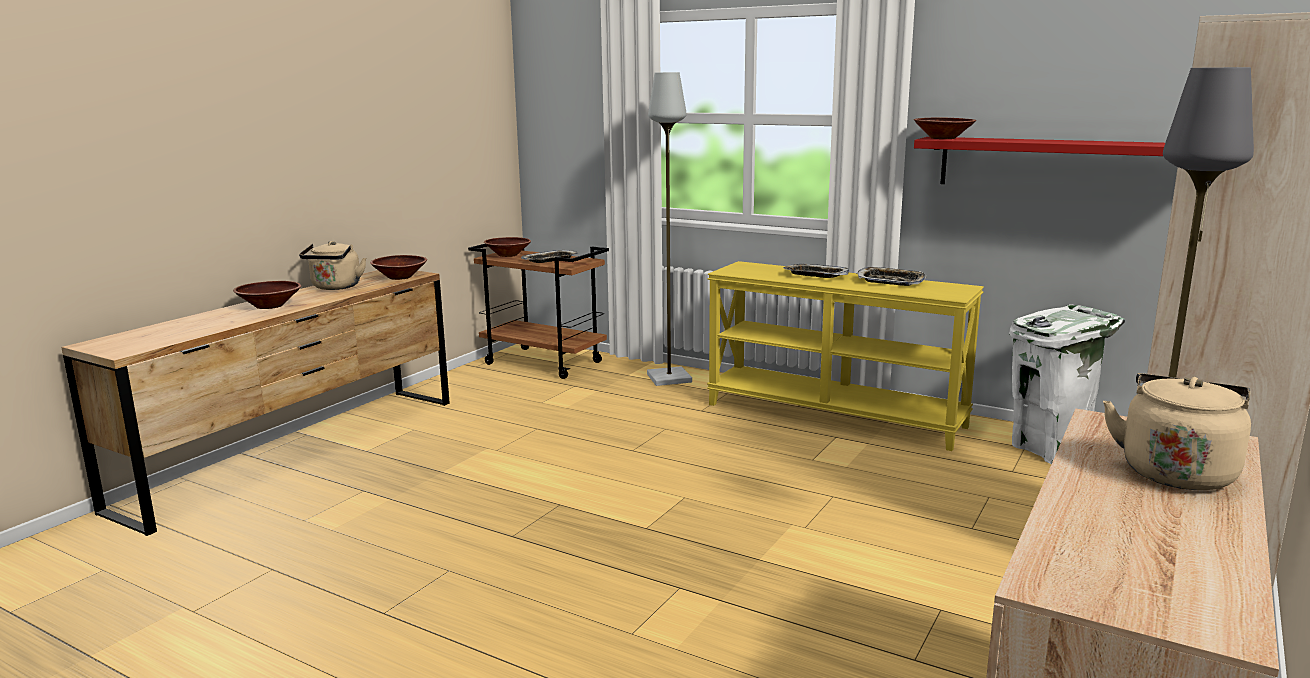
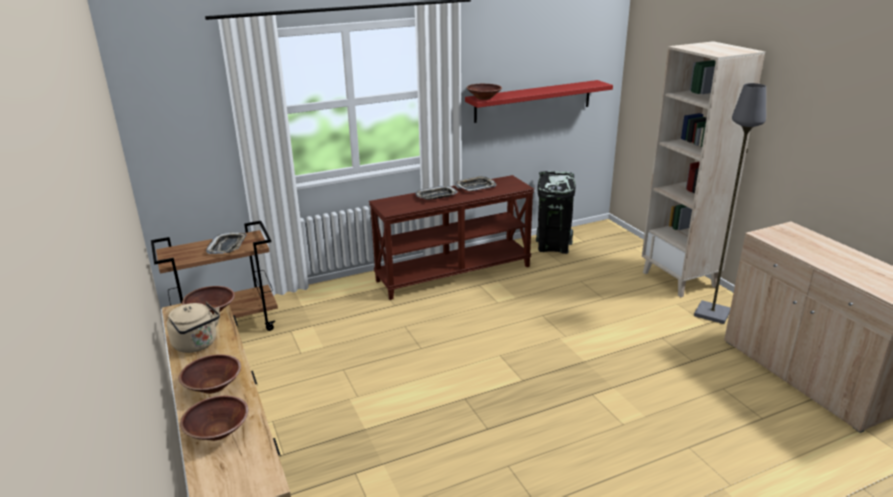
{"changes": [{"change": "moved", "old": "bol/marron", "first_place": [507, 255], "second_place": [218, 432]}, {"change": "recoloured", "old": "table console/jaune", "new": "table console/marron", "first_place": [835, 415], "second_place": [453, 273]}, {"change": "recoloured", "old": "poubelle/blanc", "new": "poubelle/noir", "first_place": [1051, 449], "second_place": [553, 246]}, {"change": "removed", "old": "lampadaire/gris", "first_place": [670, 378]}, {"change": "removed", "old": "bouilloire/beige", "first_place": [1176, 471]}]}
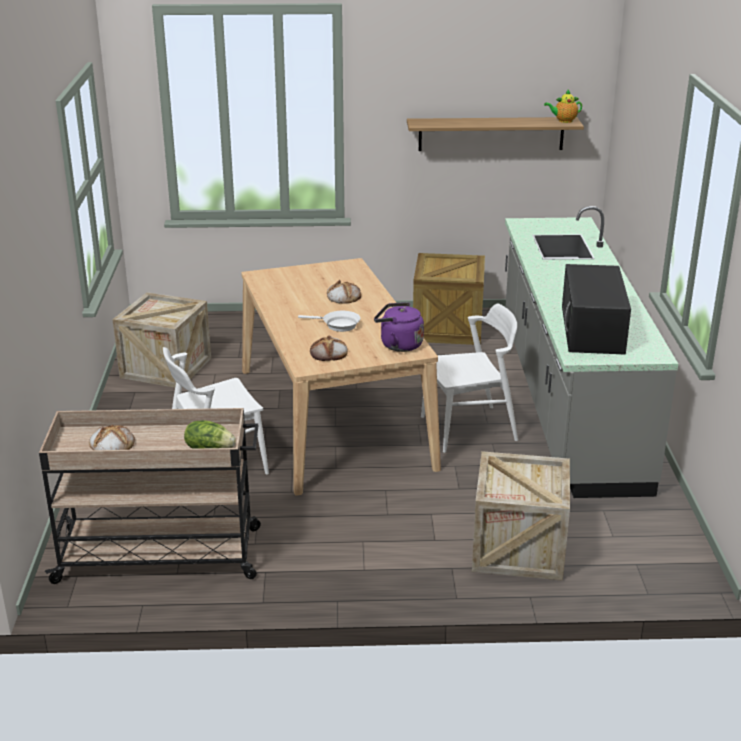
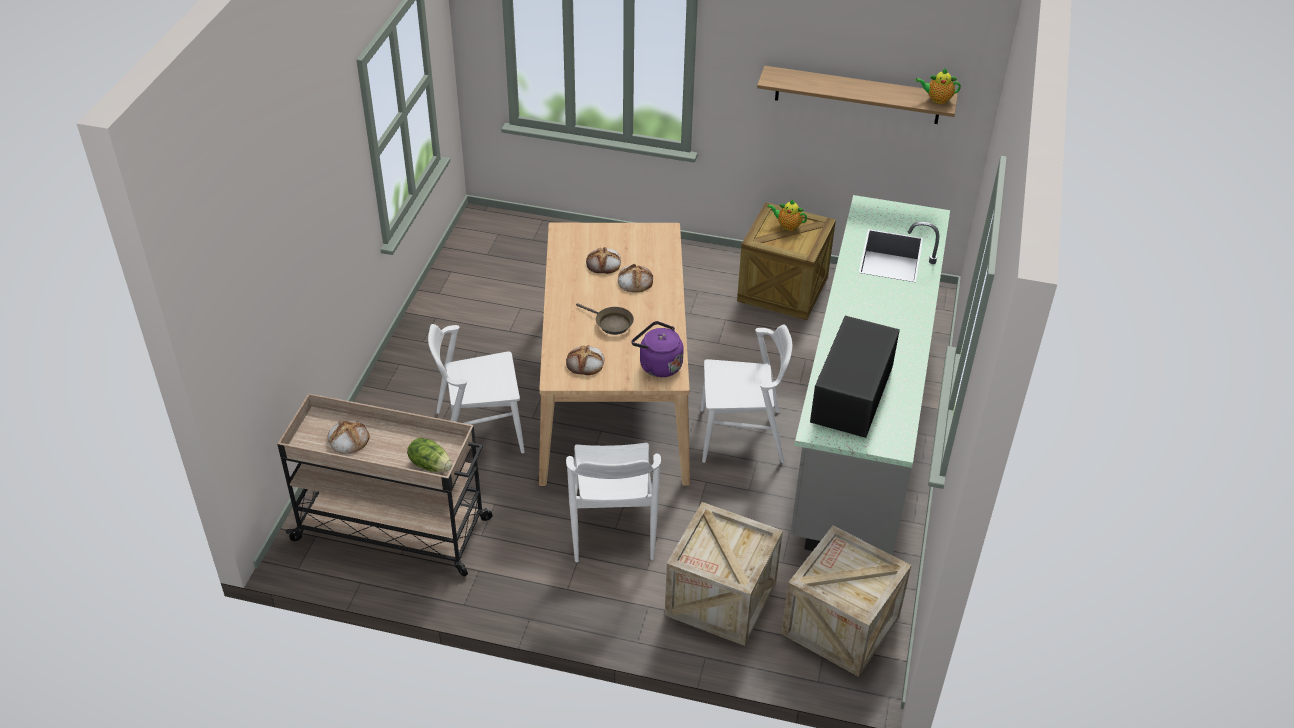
{"changes": [{"change": "added", "new": "chaise/blanc", "second_place": [612, 527]}, {"change": "recoloured", "old": "poêle/blanc", "new": "poêle/marron", "first_place": [338, 325], "second_place": [611, 323]}, {"change": "added", "new": "pain", "second_place": [604, 263]}, {"change": "added", "new": "théière", "second_place": [787, 226]}, {"change": "moved", "old": "caisse", "first_place": [166, 368], "second_place": [840, 625]}]}
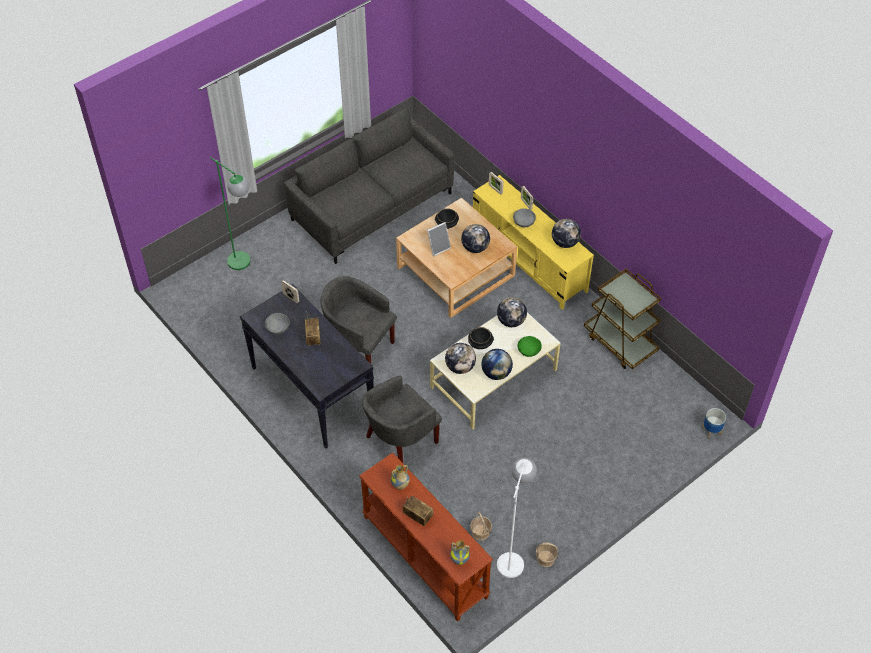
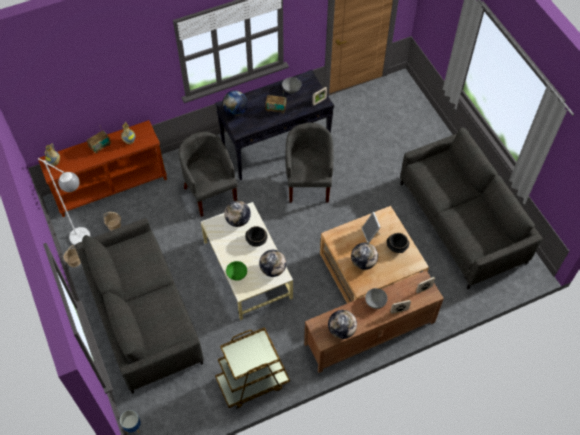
{"changes": [{"change": "added", "new": "canapé/gris", "second_place": [143, 316]}, {"change": "moved", "old": "globe", "first_place": [496, 373], "second_place": [235, 111]}, {"change": "turned", "old": "fauteuil/gris", "first_place": [358, 347], "second_place": [308, 183], "degrees": -45}, {"change": "recoloured", "old": "meuble télé/jaune", "new": "meuble télé/marron", "first_place": [529, 260], "second_place": [369, 333]}, {"change": "removed", "old": "lampadaire/vert", "first_place": [245, 265]}]}
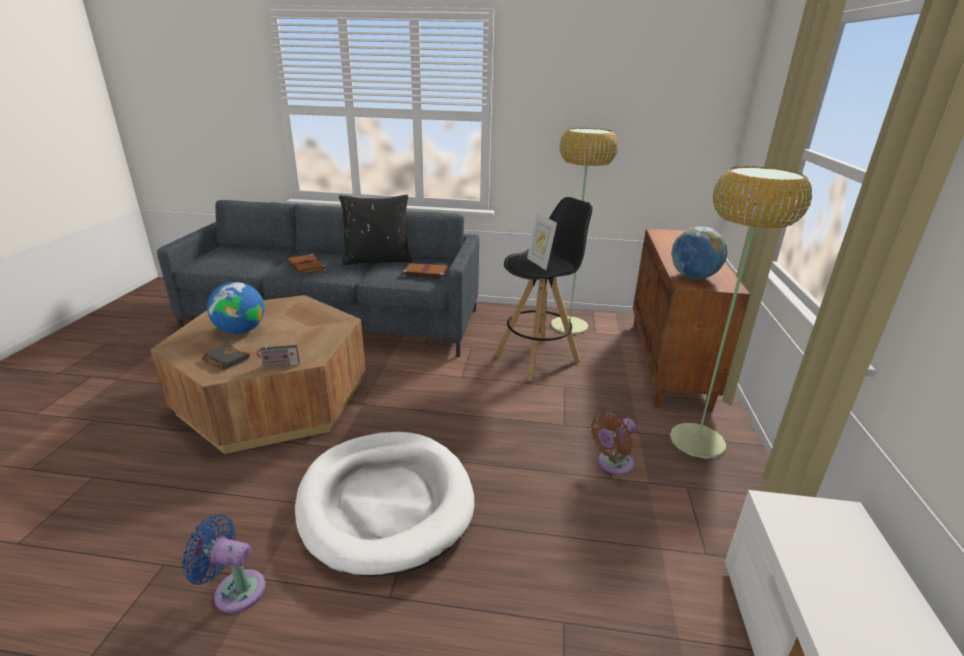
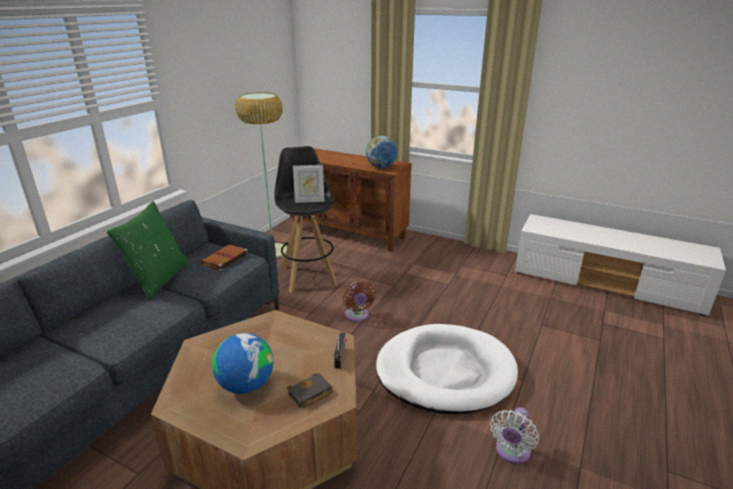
{"changes": [{"change": "recoloured", "old": "coussin/noir", "new": "coussin/vert", "first_place": [378, 260], "second_place": [158, 279]}, {"change": "moved", "old": "ventilateur/marron", "first_place": [612, 464], "second_place": [357, 316]}, {"change": "recoloured", "old": "ventilateur/bleu", "new": "ventilateur/blanc", "first_place": [235, 590], "second_place": [511, 452]}, {"change": "removed", "old": "livre/marron", "first_place": [306, 266]}, {"change": "removed", "old": "lampadaire", "first_place": [697, 441]}]}
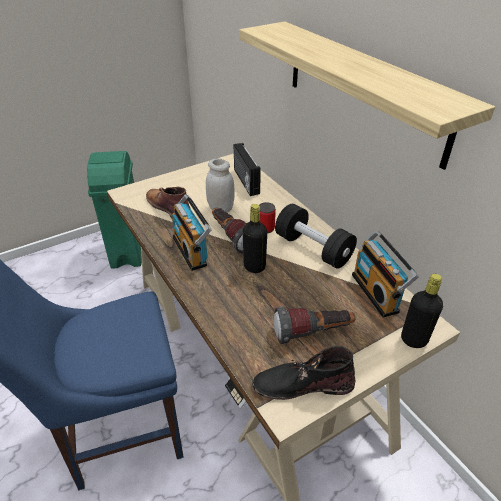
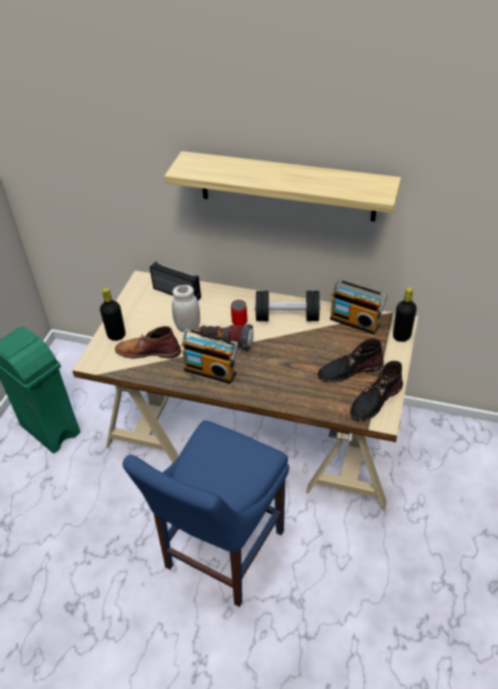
{"changes": [{"change": "moved", "old": "bouteille/noir", "first_place": [254, 267], "second_place": [116, 335]}, {"change": "replaced", "old": "lampe de poche", "new": "botte/noir", "first_place": [313, 333], "second_place": [349, 370]}]}
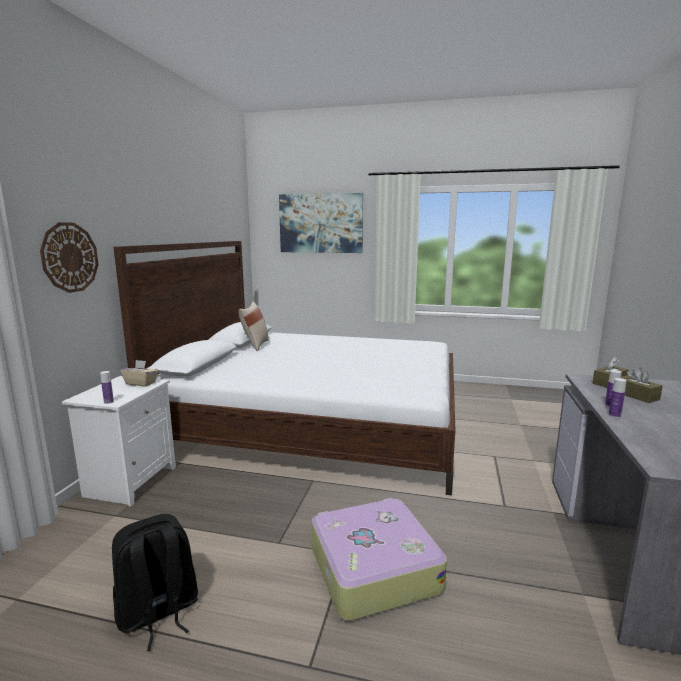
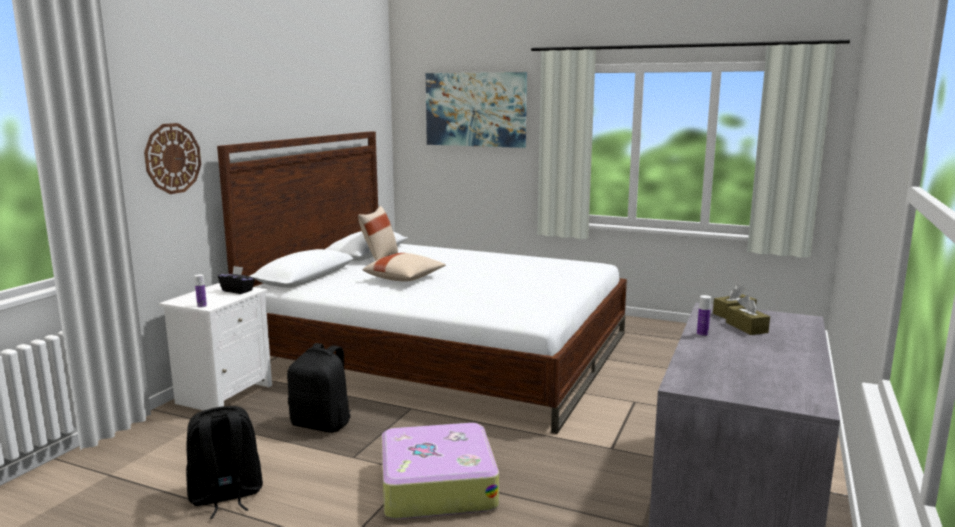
{"changes": [{"change": "recoloured", "old": "boîte à mouchoirs/beige", "new": "boîte à mouchoirs/noir", "first_place": [141, 383], "second_place": [237, 291]}, {"change": "added", "new": "sac à dos/noir", "second_place": [322, 424]}, {"change": "added", "new": "coussin/beige", "second_place": [405, 279]}, {"change": "removed", "old": "bouteille", "first_place": [614, 416]}]}
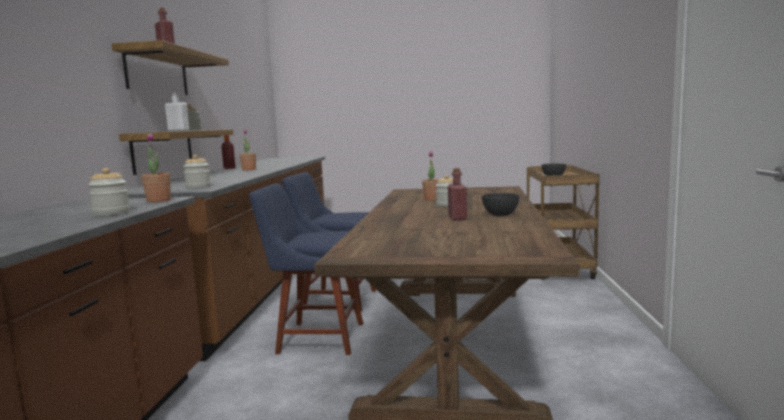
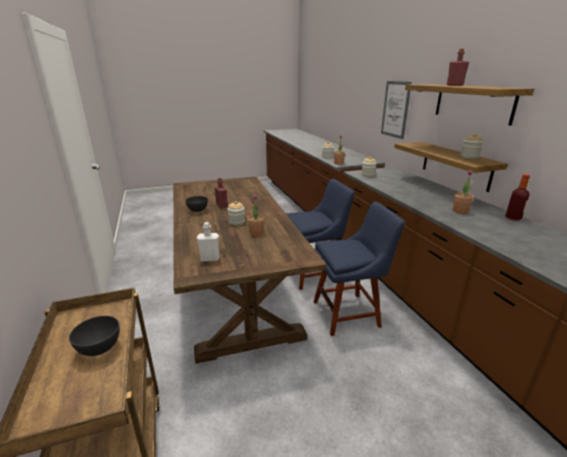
{"changes": [{"change": "moved", "old": "bouteille/blanc", "first_place": [178, 131], "second_place": [210, 259]}, {"change": "added", "new": "tableau", "second_place": [395, 109]}]}
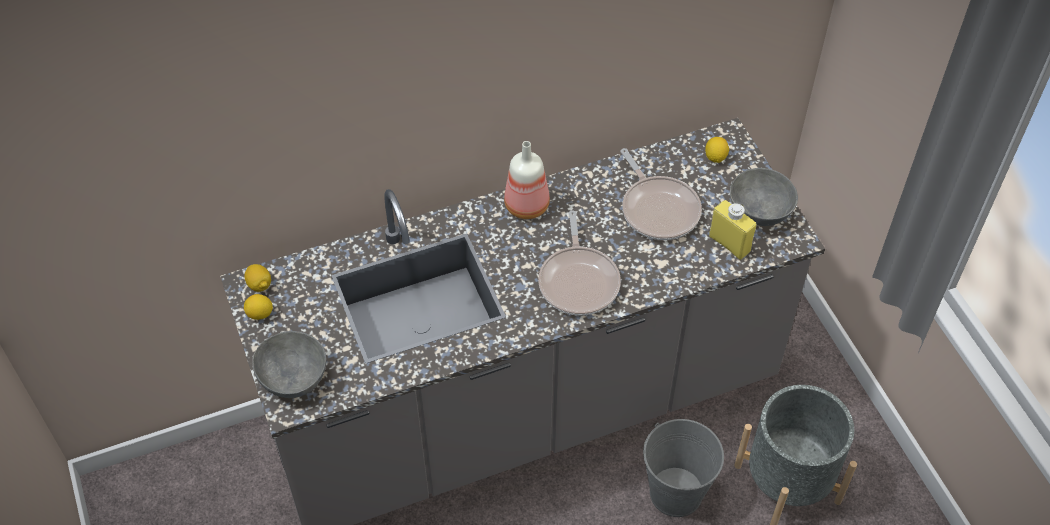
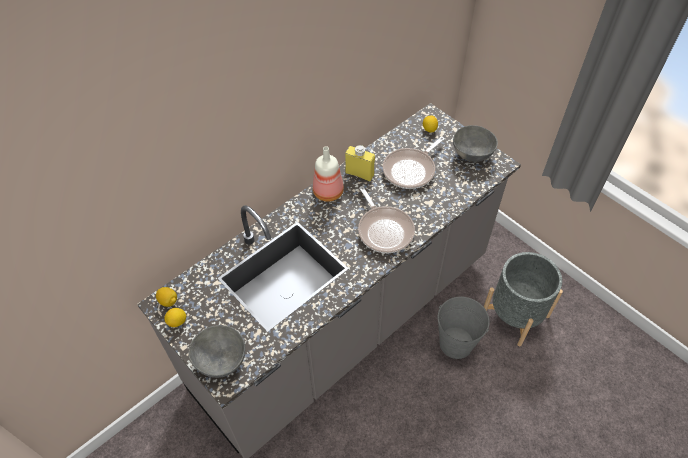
{"changes": [{"change": "moved", "old": "bouteille/jaune", "first_place": [729, 244], "second_place": [359, 174]}, {"change": "turned", "old": "poêle", "first_place": [658, 209], "second_place": [411, 170], "degrees": 90}]}
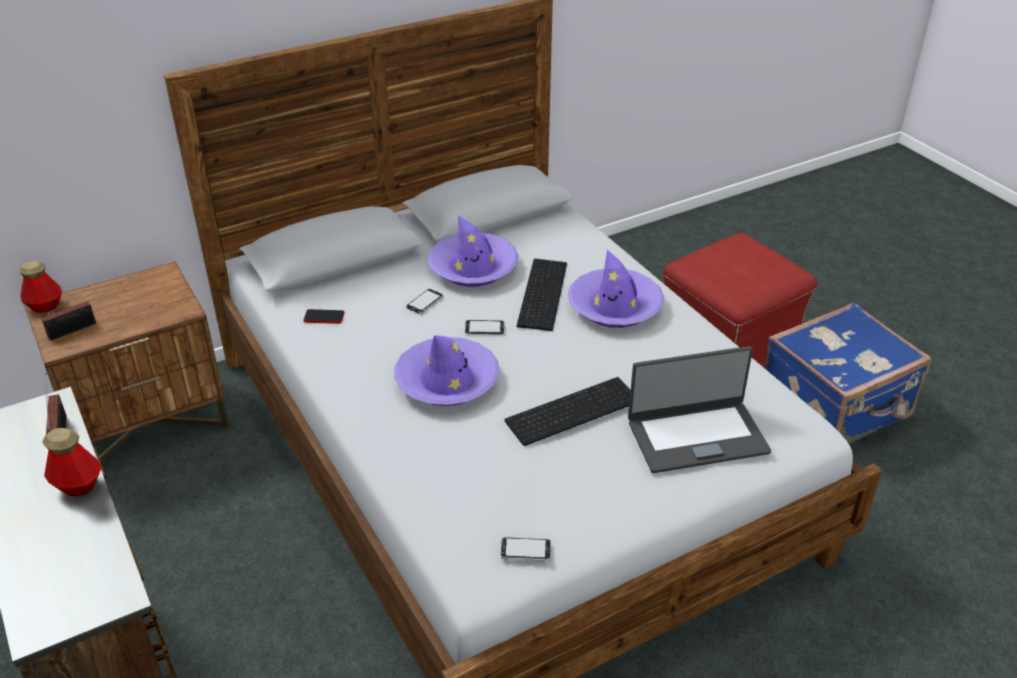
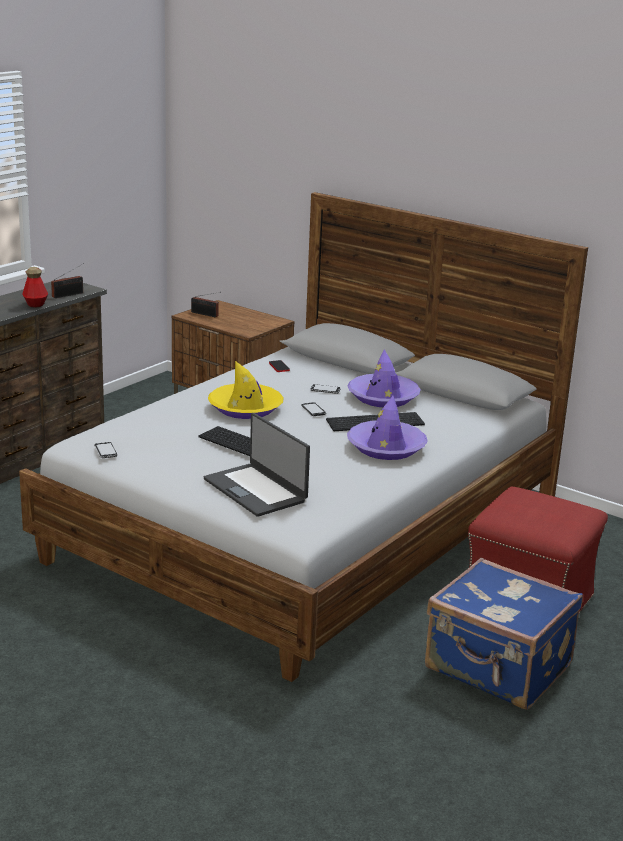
{"changes": [{"change": "recoloured", "old": "chapeau/violet", "new": "chapeau/jaune", "first_place": [447, 381], "second_place": [245, 408]}, {"change": "removed", "old": "bouteille", "first_place": [45, 306]}]}
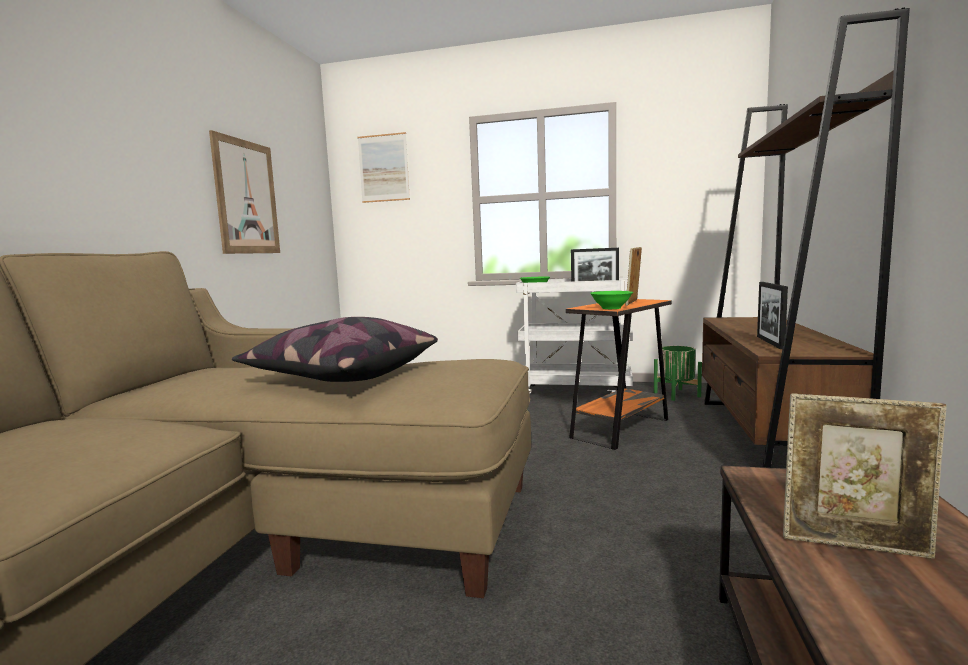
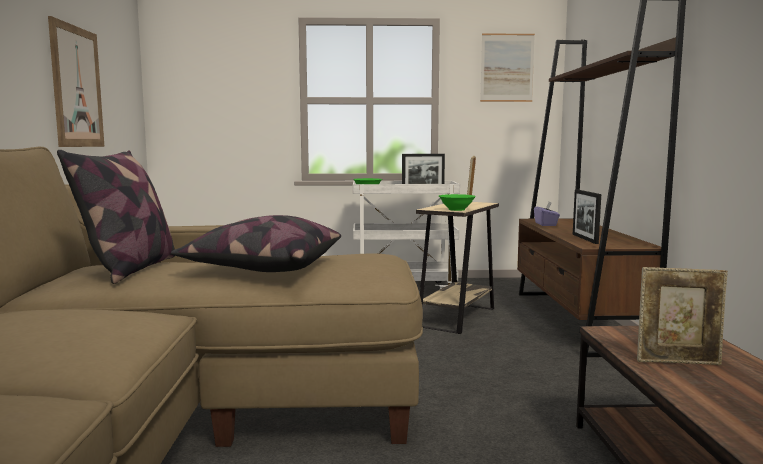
{"changes": [{"change": "added", "new": "coussin", "second_place": [130, 269]}, {"change": "recoloured", "old": "table d'appoint/orange", "new": "table d'appoint/beige", "first_place": [620, 429], "second_place": [457, 317]}, {"change": "moved", "old": "tableau", "first_place": [383, 168], "second_place": [507, 68]}, {"change": "added", "new": "boîte à mouchoirs/violet", "second_place": [546, 224]}, {"change": "removed", "old": "cache-pot/vert", "first_place": [676, 394]}]}
